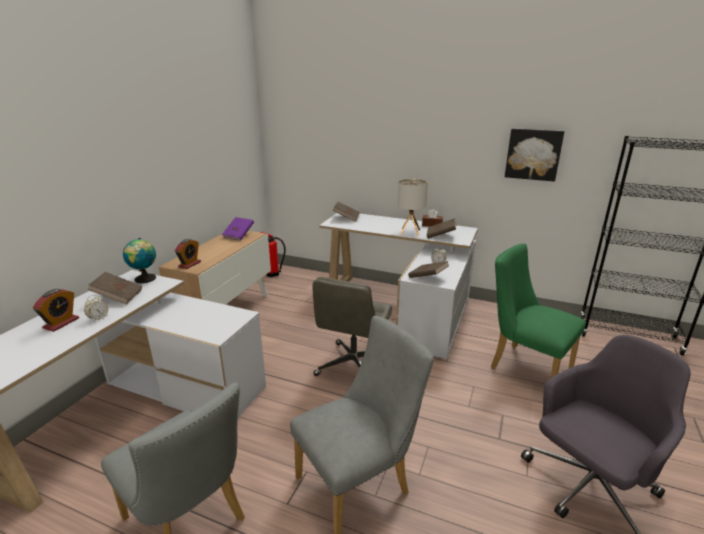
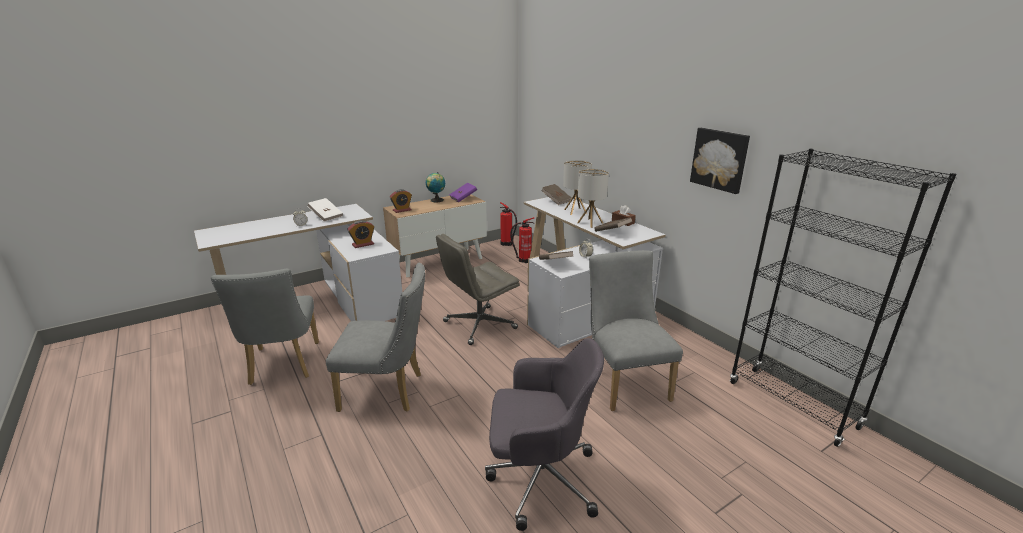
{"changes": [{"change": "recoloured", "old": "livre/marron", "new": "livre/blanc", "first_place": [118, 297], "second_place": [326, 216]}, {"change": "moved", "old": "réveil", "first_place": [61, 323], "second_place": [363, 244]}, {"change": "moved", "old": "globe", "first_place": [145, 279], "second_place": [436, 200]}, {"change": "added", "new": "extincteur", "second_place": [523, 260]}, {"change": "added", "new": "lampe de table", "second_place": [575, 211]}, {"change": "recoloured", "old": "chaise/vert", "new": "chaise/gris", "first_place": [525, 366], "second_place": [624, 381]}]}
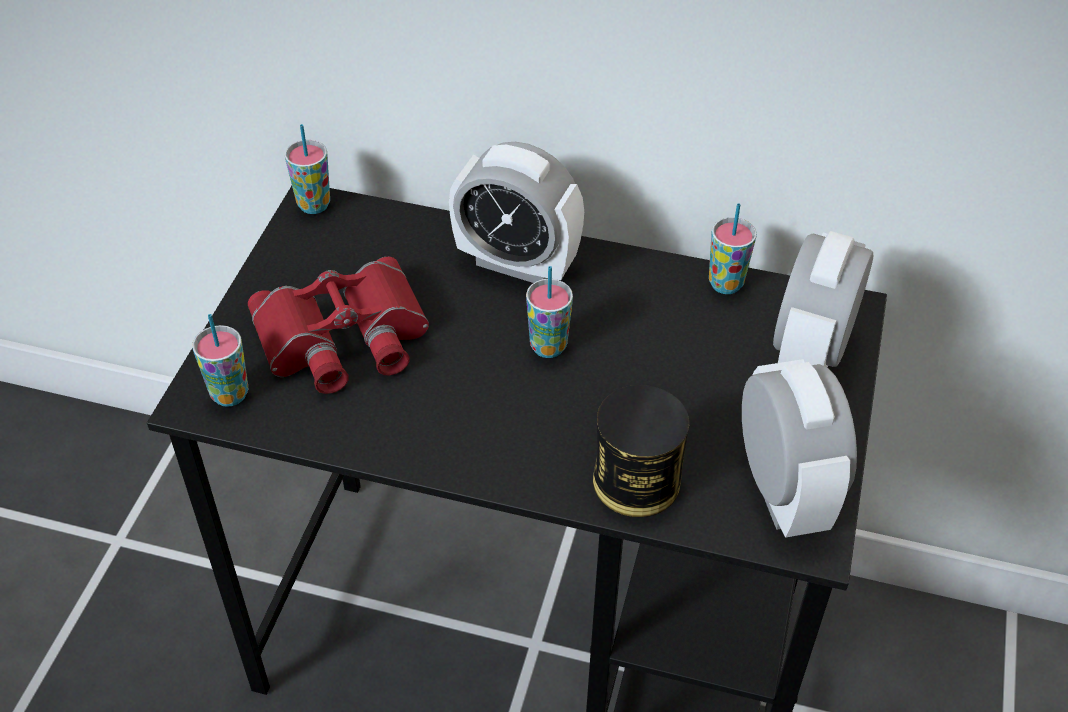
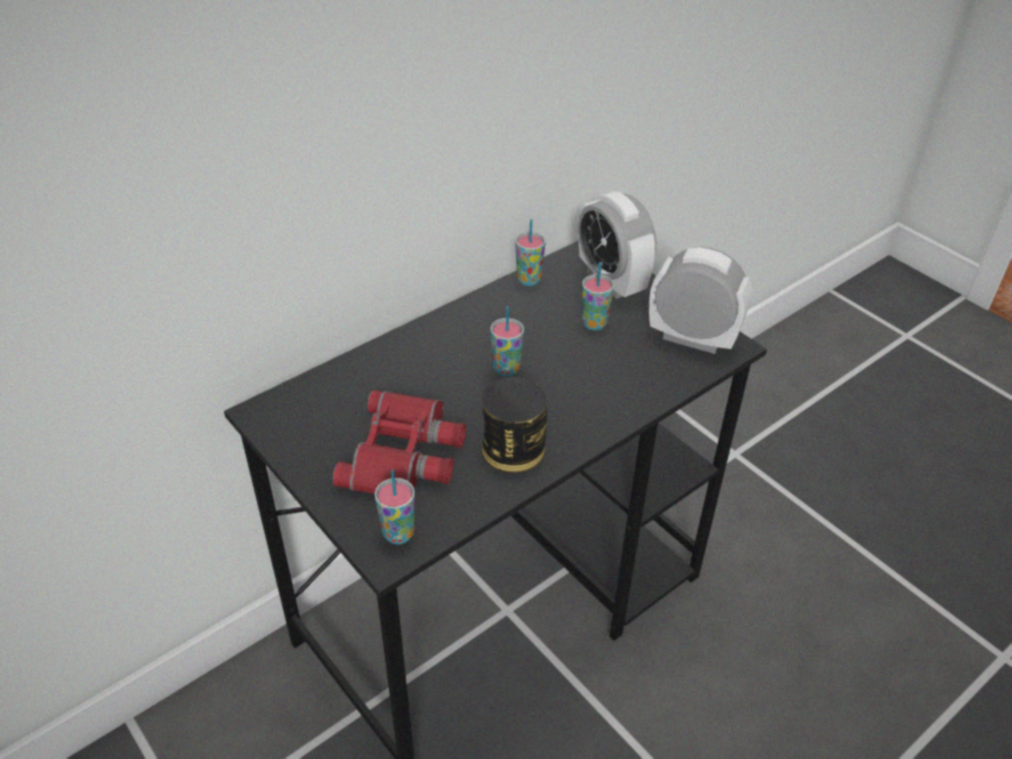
{"changes": [{"change": "moved", "old": "boîte métallique", "first_place": [636, 481], "second_place": [513, 449]}, {"change": "moved", "old": "tasse", "first_place": [314, 205], "second_place": [594, 324]}, {"change": "removed", "old": "réveil", "first_place": [516, 263]}]}
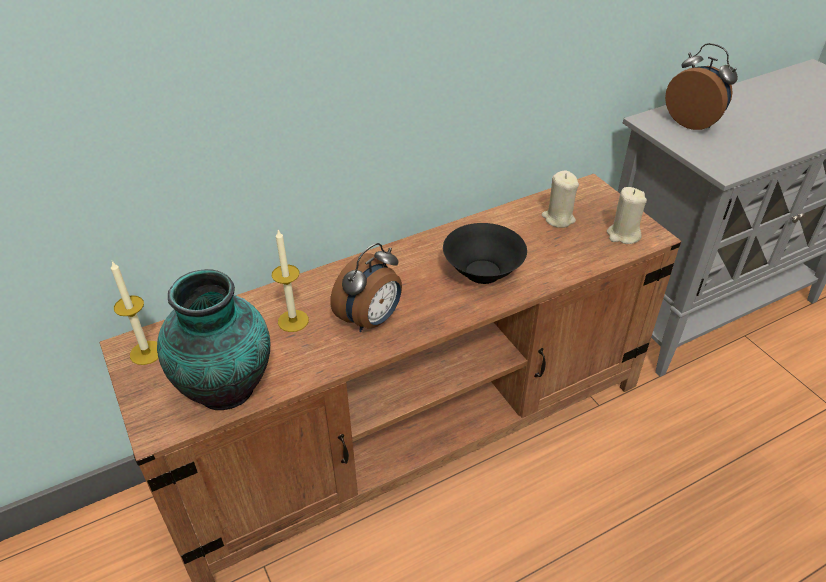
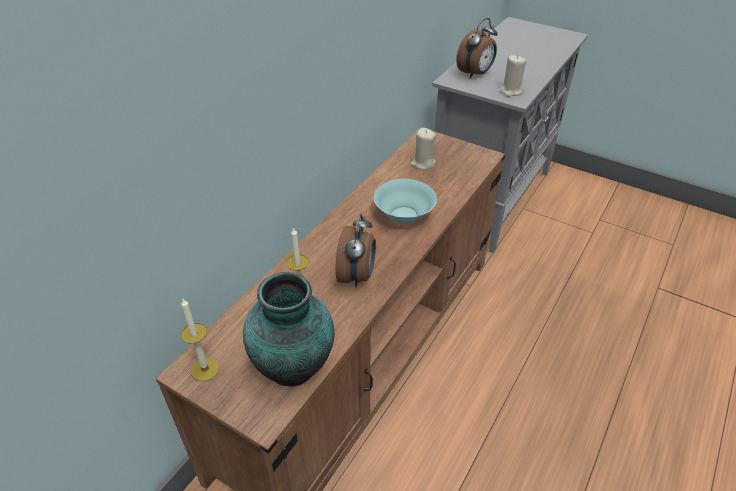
{"changes": [{"change": "recoloured", "old": "bol/noir", "new": "bol/turquoise", "first_place": [483, 272], "second_place": [404, 215]}, {"change": "turned", "old": "réveil", "first_place": [693, 122], "second_place": [475, 74], "degrees": 120}, {"change": "moved", "old": "bougie/beige", "first_place": [623, 235], "second_place": [511, 91]}]}
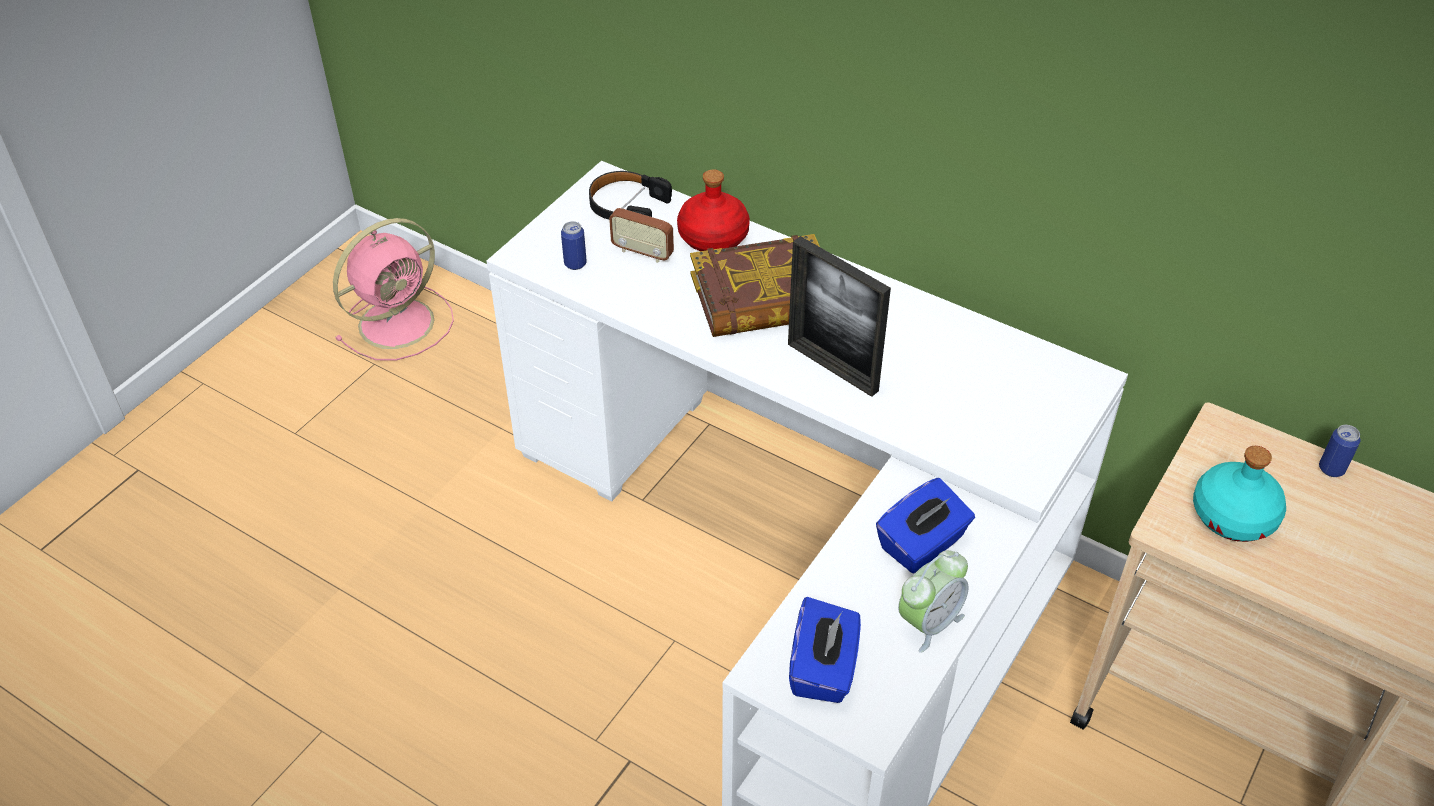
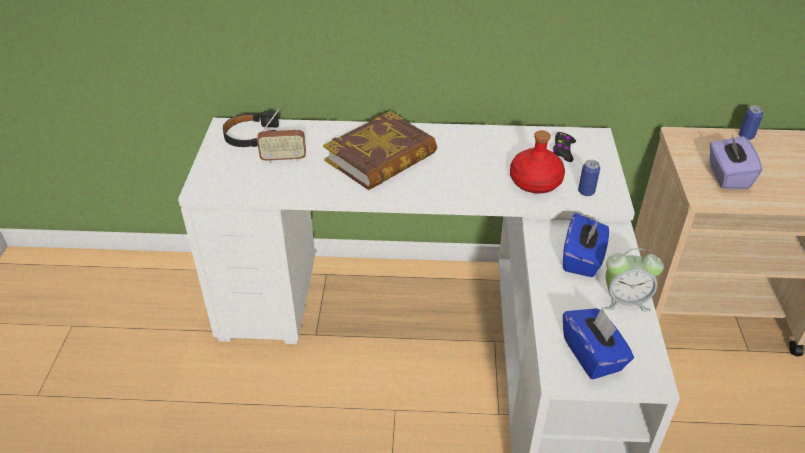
{"changes": [{"change": "moved", "old": "bouteille/rouge", "first_place": [712, 236], "second_place": [534, 182]}, {"change": "added", "new": "manette/noir", "second_place": [563, 150]}, {"change": "moved", "old": "boîte métallique", "first_place": [575, 263], "second_place": [586, 192]}, {"change": "turned", "old": "réveil", "first_place": [929, 622], "second_place": [625, 300], "degrees": 75}, {"change": "replaced", "old": "bouteille/turquoise", "new": "boîte à mouchoirs/violet", "first_place": [1234, 517], "second_place": [727, 176]}, {"change": "removed", "old": "ventilateur/rose", "first_place": [399, 321]}, {"change": "removed", "old": "cadre photo", "first_place": [832, 367]}]}
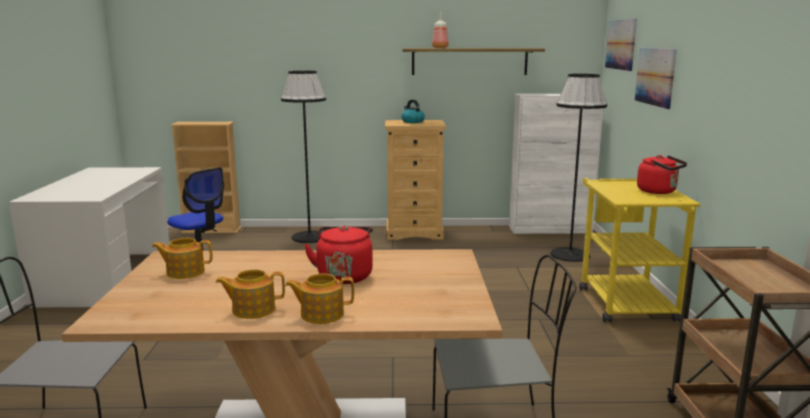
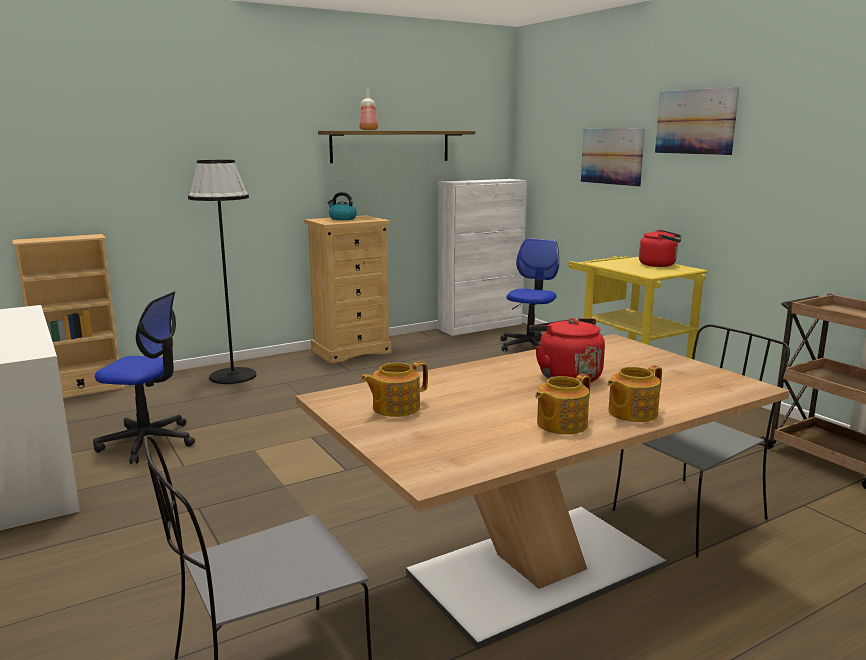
{"changes": [{"change": "replaced", "old": "lampadaire/noir", "new": "chaise de bureau", "first_place": [570, 254], "second_place": [530, 346]}, {"change": "moved", "old": "tableau", "first_place": [620, 44], "second_place": [695, 122]}]}
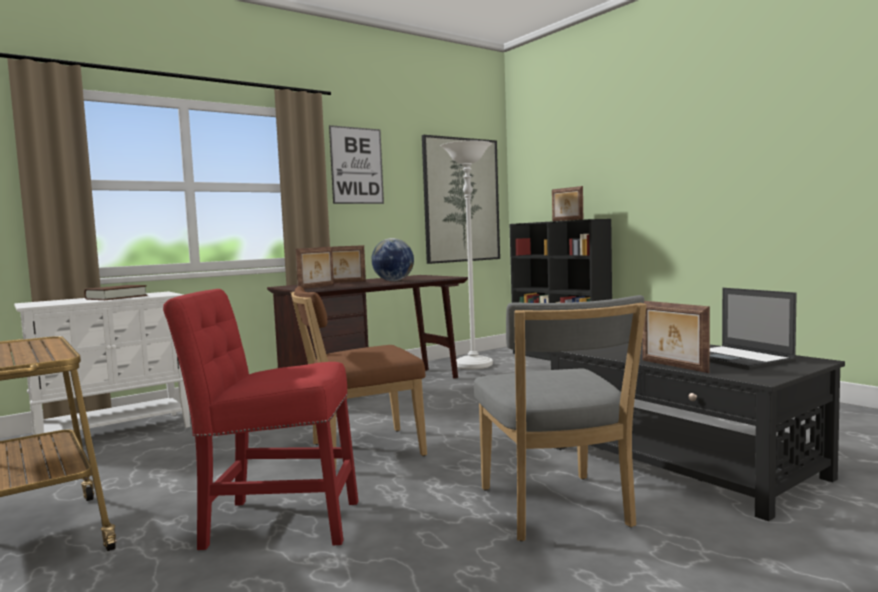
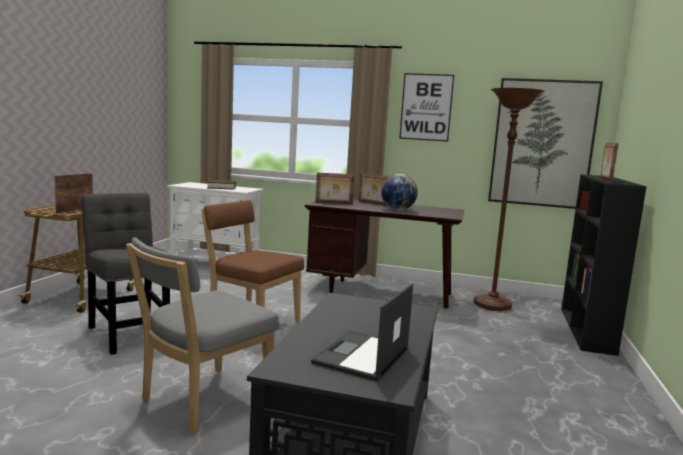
{"changes": [{"change": "moved", "old": "cadre photo", "first_place": [673, 366], "second_place": [74, 210]}, {"change": "recoloured", "old": "chaise/rouge", "new": "chaise/gris", "first_place": [274, 523], "second_place": [128, 332]}, {"change": "recoloured", "old": "lampadaire/blanc", "new": "lampadaire/marron", "first_place": [473, 365], "second_place": [492, 305]}]}
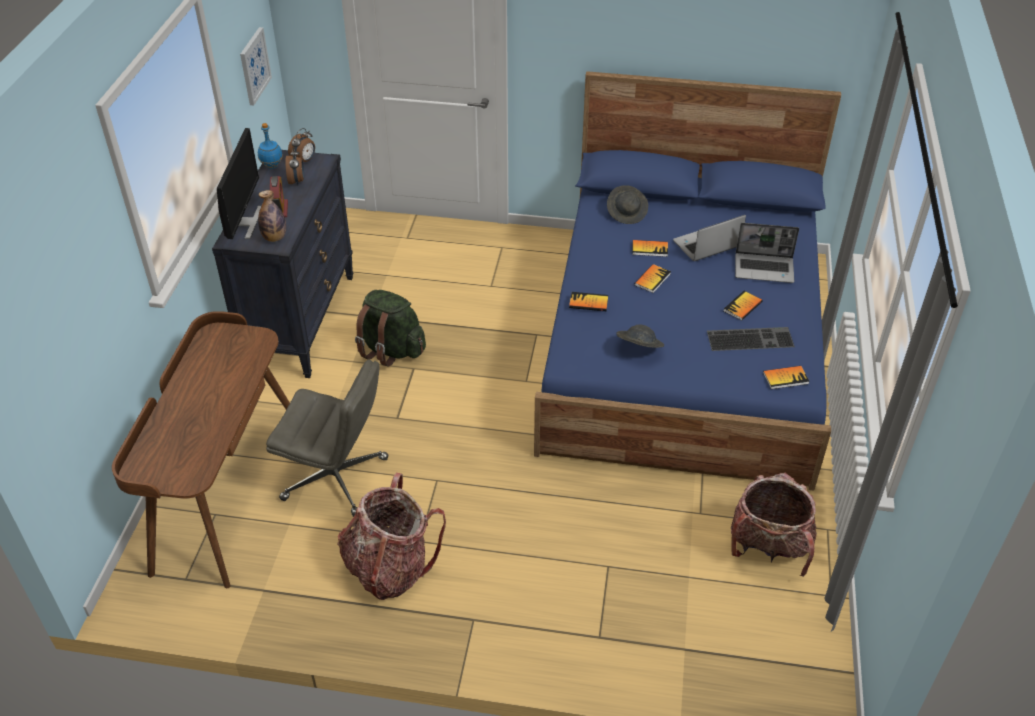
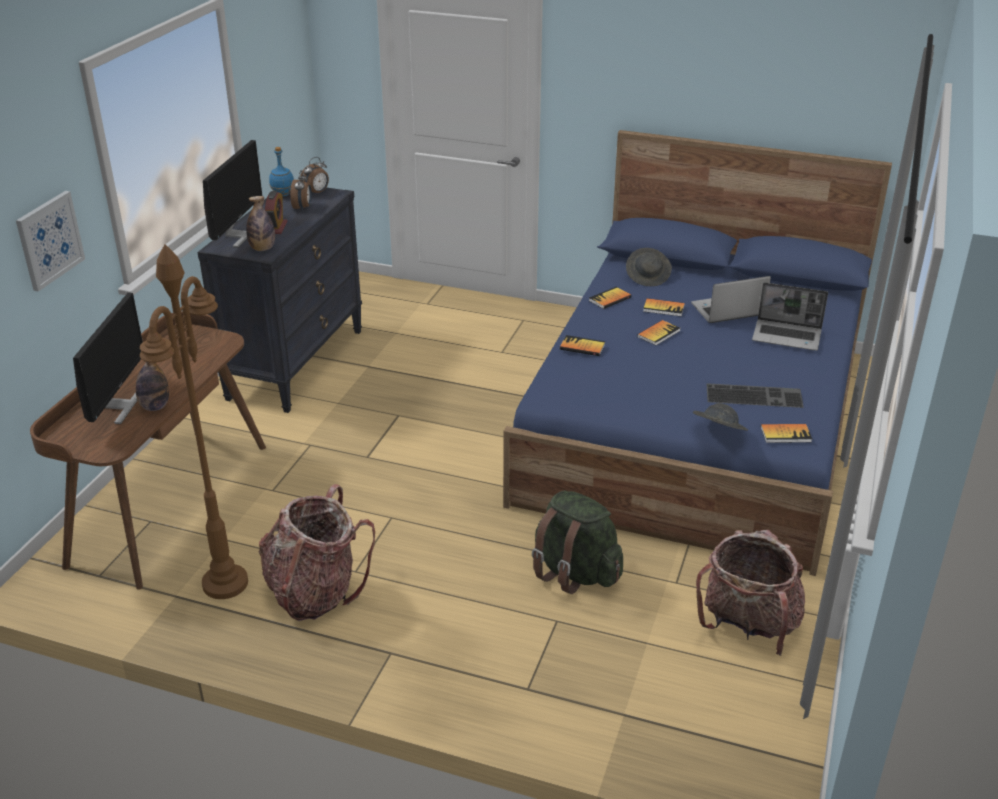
{"changes": [{"change": "moved", "old": "tableau", "first_place": [254, 66], "second_place": [49, 240]}, {"change": "added", "new": "écran d'ordinateur", "second_place": [120, 405]}, {"change": "added", "new": "bouteille", "second_place": [155, 407]}, {"change": "added", "new": "lampadaire/marron", "second_place": [225, 583]}, {"change": "moved", "old": "sac à dos/vert", "first_place": [391, 349], "second_place": [575, 572]}, {"change": "moved", "old": "livre", "first_place": [742, 306], "second_place": [610, 299]}, {"change": "moved", "old": "chapeau/gris", "first_place": [638, 348], "second_place": [718, 432]}, {"change": "removed", "old": "chaise de bureau/gris", "first_place": [337, 478]}]}
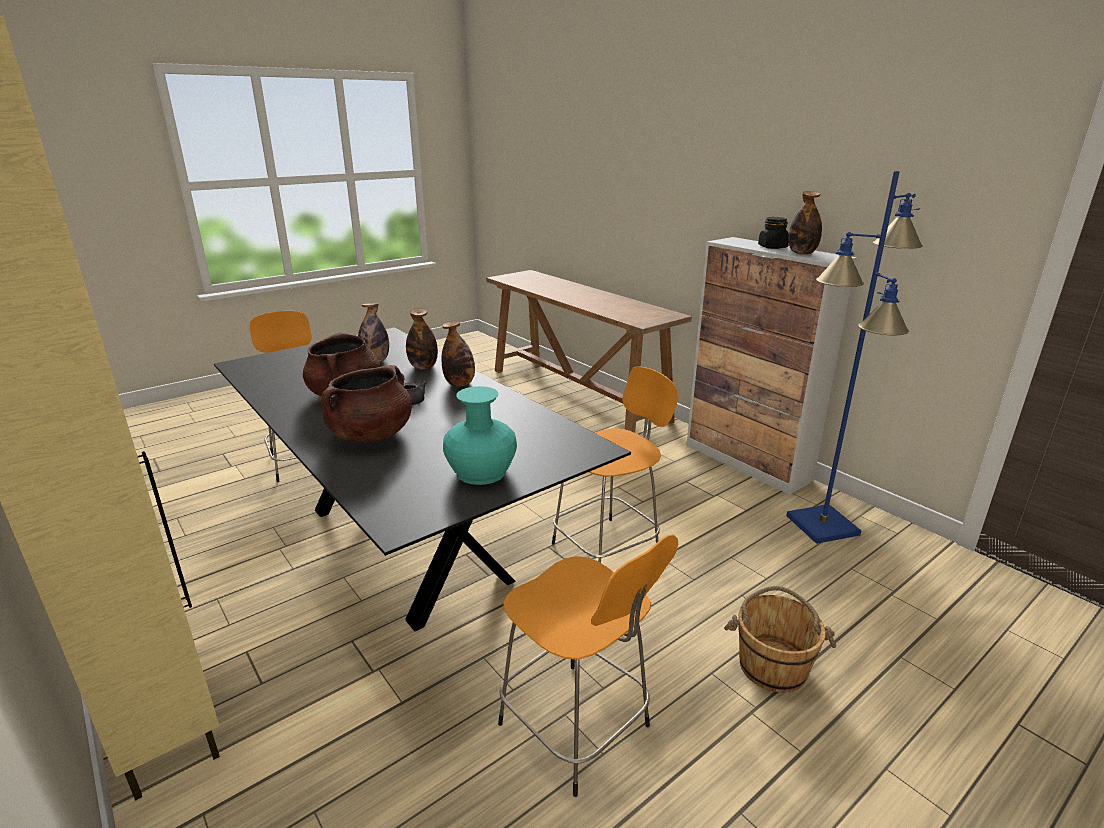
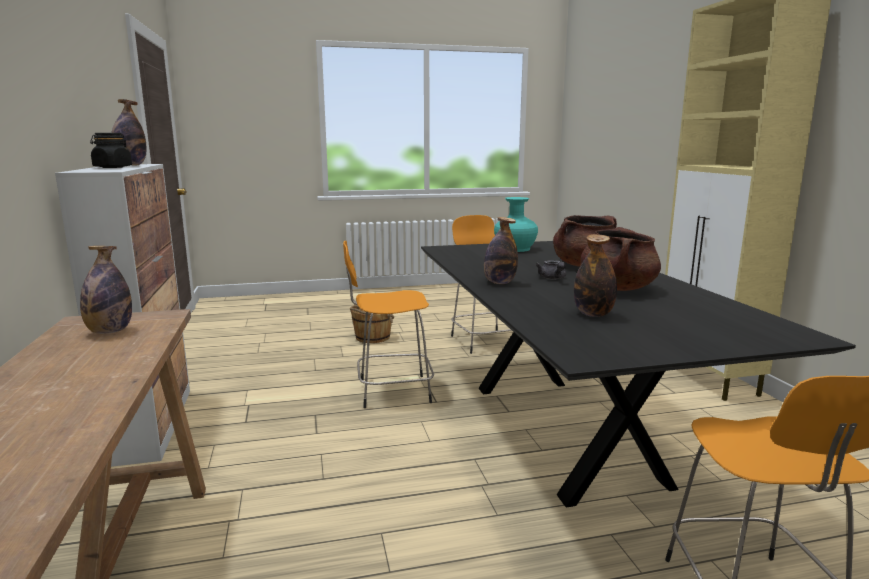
{"changes": [{"change": "moved", "old": "bouteille", "first_place": [423, 367], "second_place": [110, 331]}, {"change": "removed", "old": "lampadaire/bleu", "first_place": [823, 525]}]}
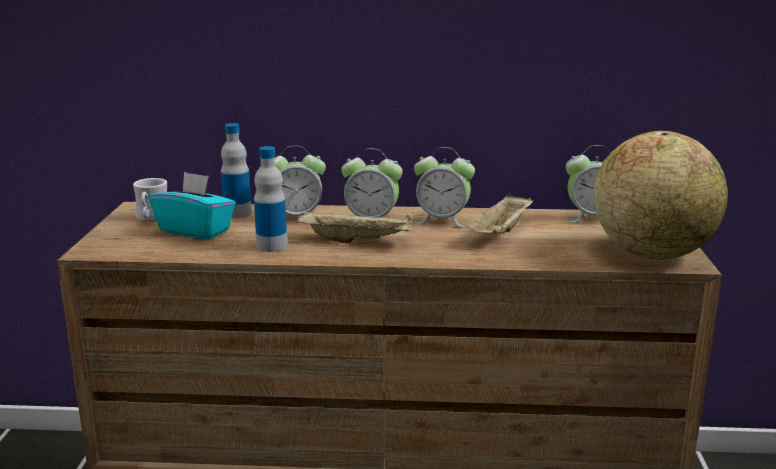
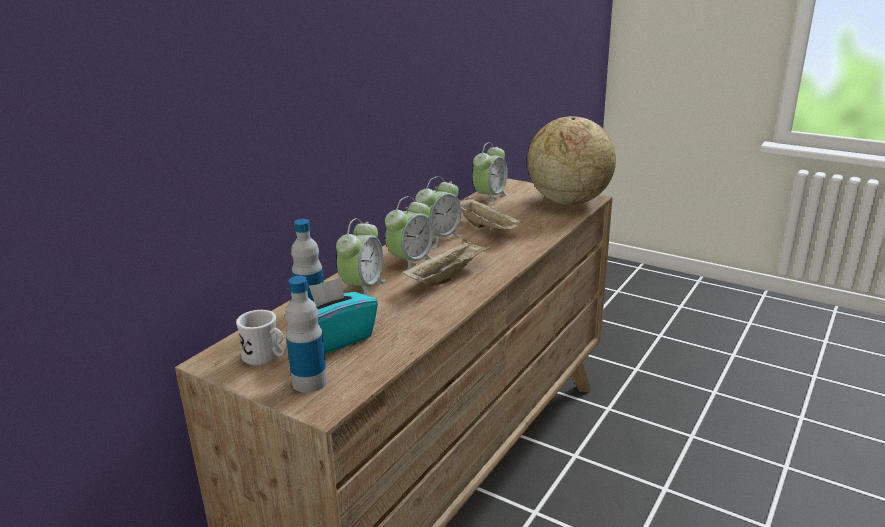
{"changes": [{"change": "moved", "old": "bouteille", "first_place": [272, 246], "second_place": [309, 382]}]}
